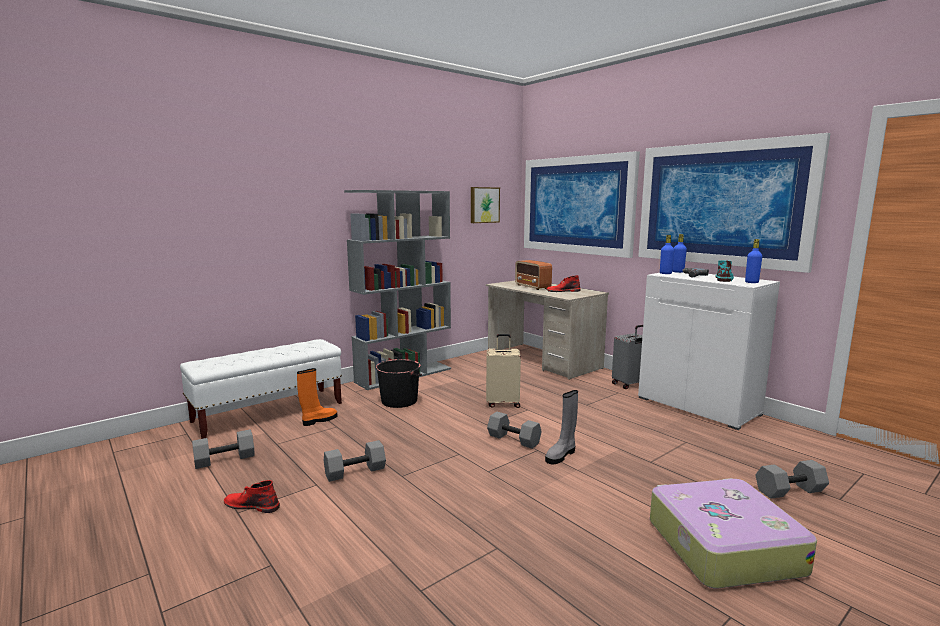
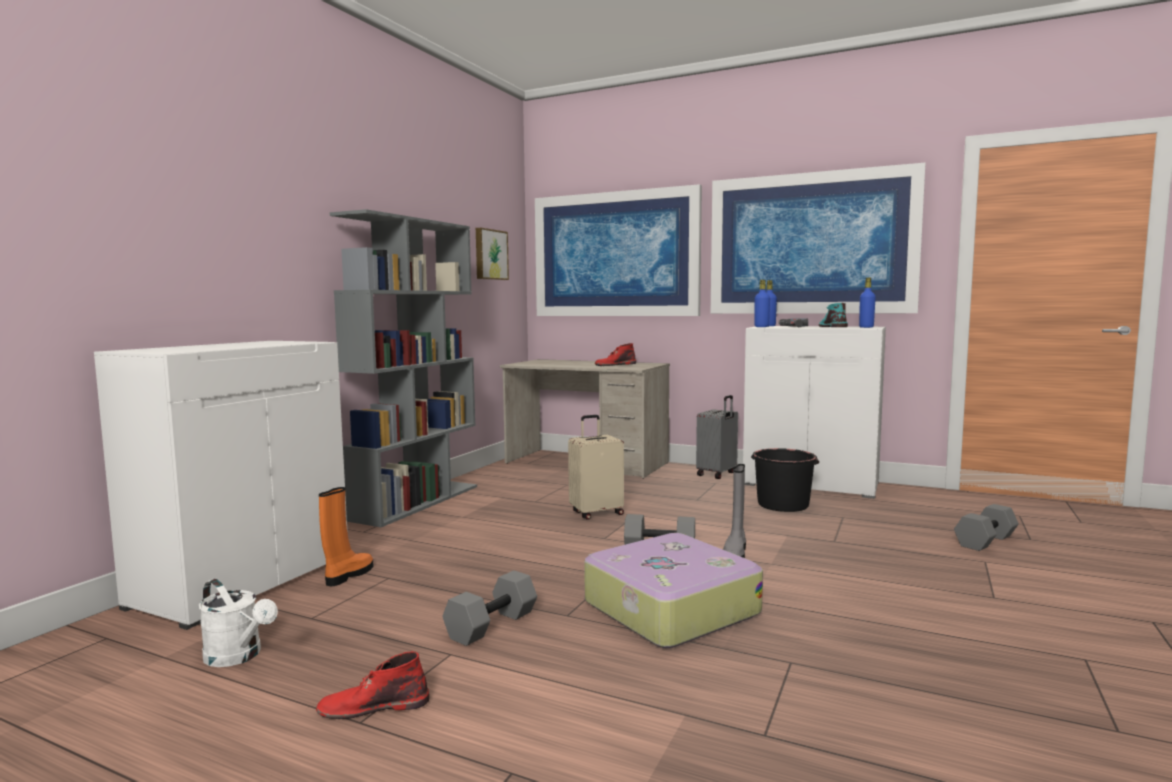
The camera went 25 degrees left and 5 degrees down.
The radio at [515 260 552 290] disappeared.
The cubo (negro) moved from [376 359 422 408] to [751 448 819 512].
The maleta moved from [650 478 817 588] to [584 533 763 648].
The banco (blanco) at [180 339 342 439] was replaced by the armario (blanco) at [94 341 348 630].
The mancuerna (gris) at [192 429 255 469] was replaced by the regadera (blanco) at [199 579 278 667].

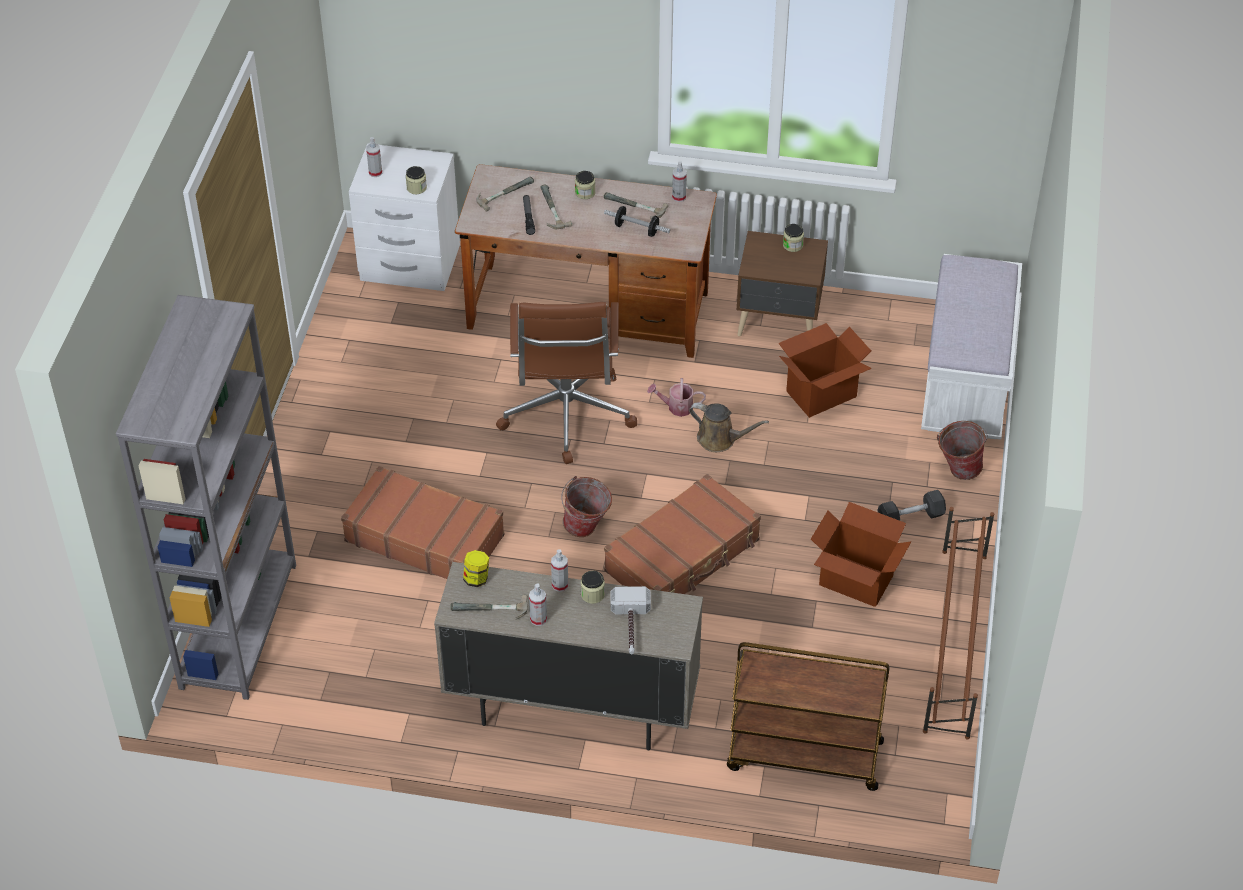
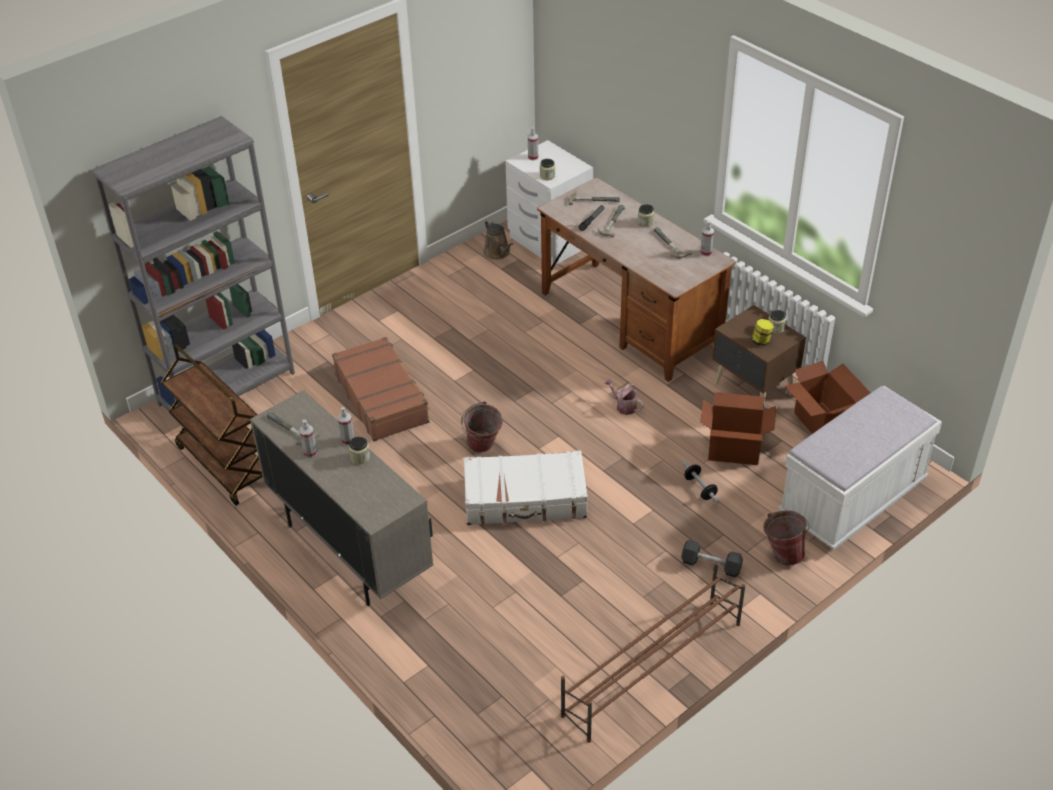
The camera went 40 degrees right and 5 degrees down.
The silla de oficina (marrón) at [496 302 637 464] disappeared.
The martillo at [610 586 651 654] disappeared.
The tarro moved from [463 550 489 587] to [752 319 774 346].
The mancuerna moved from [604 206 670 237] to [683 461 719 504].
The regadera (marrón) moved from [689 403 769 452] to [483 220 513 260].
The carrito (marrón) moved from [727 642 889 791] to [161 344 262 506].
The caja de cartón moved from [811 502 911 607] to [785 361 871 434].
The maleta (marrón) at [604 474 761 594] became the maleta (blanco) at [463 450 588 525].

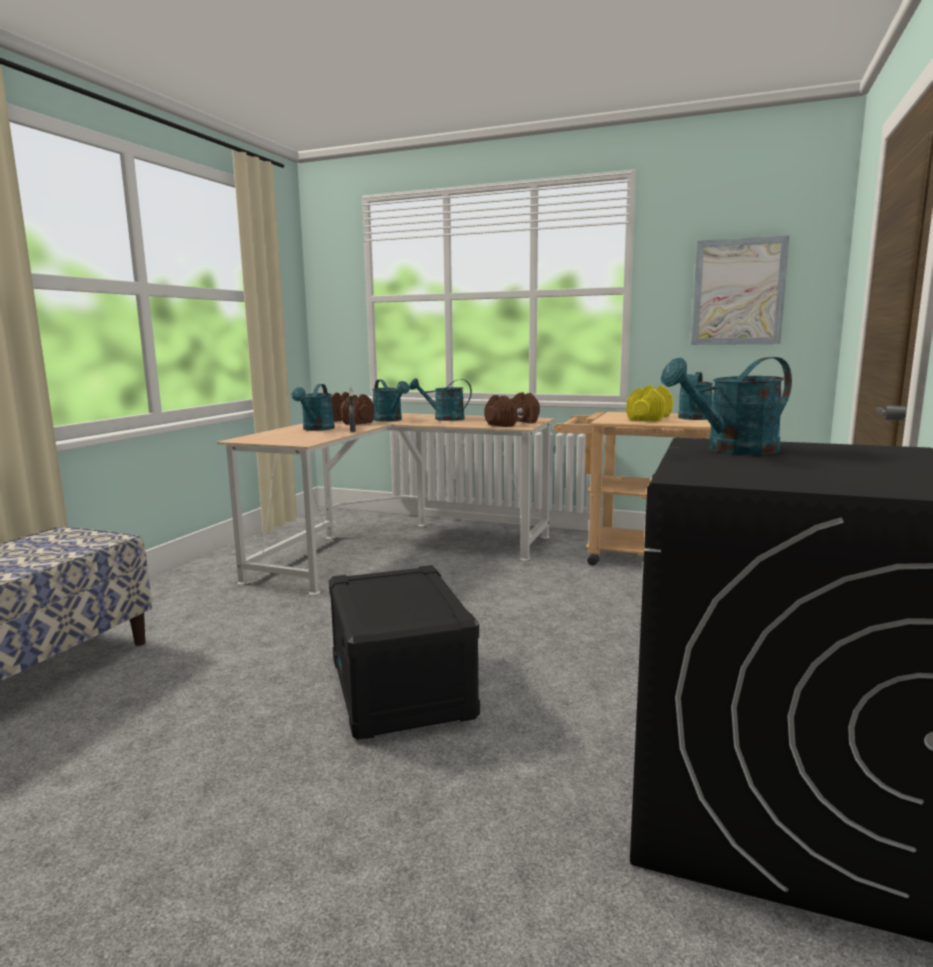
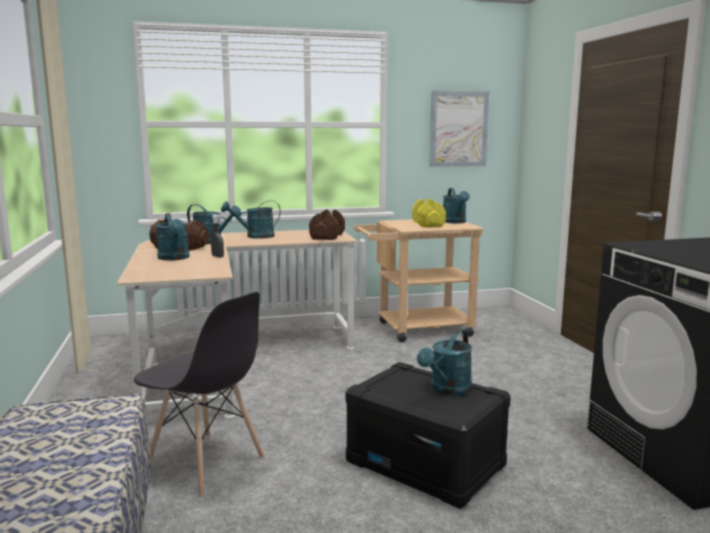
The camera went 35 degrees left and 0 degrees up.
The silla (gris) at [134 292 264 497] appeared.
The regadera (turquesa) moved from [661 357 792 455] to [417 329 472 396].

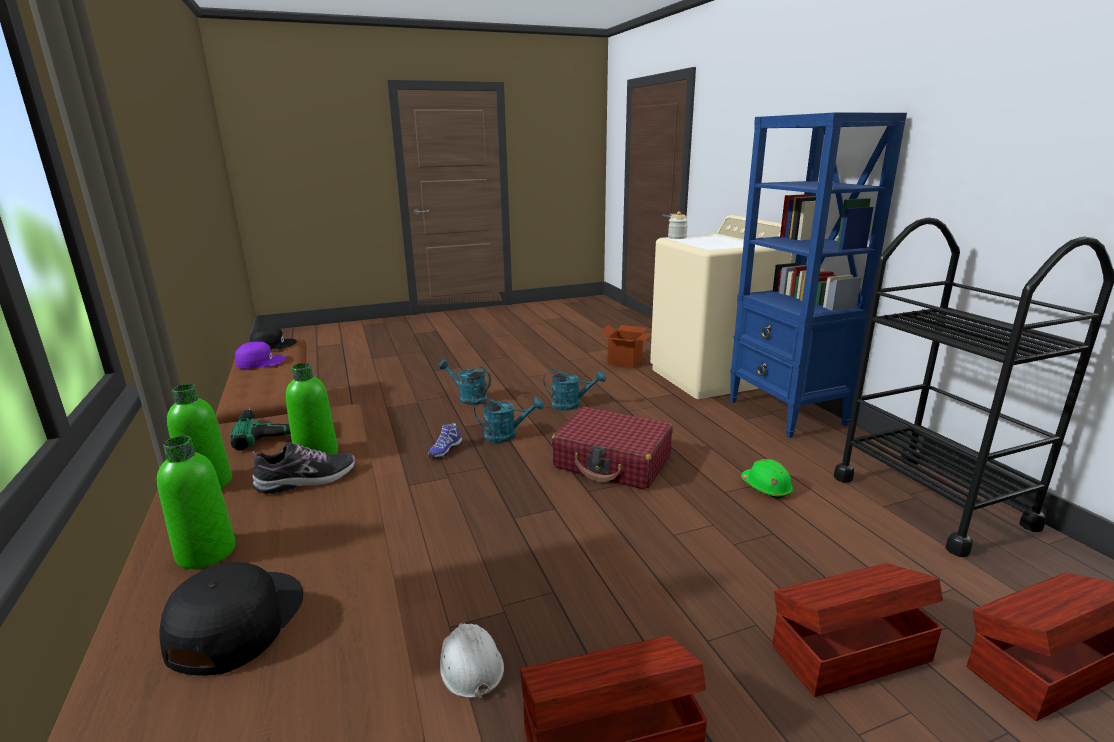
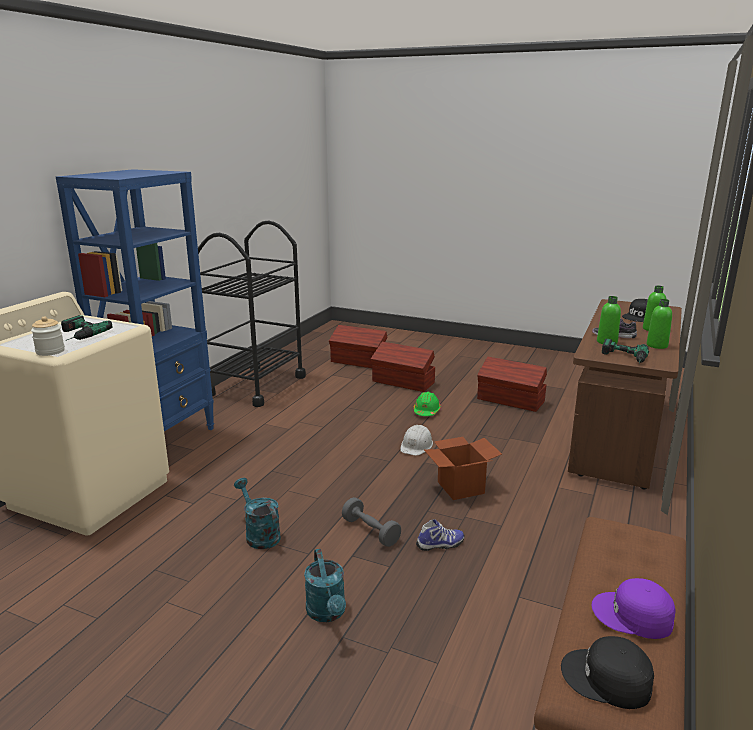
The camera went 135 degrees left and 0 degrees up.
The maleta (rojo) at [551 407 673 490] disappeared.
The taladro at [61 315 113 340] appeared.
The casco (blanco) moved from [440 623 504 700] to [400 425 433 456].
The caja de cartón moved from [600 325 652 368] to [424 437 502 500].
The casco (verde) moved from [741 459 794 498] to [414 392 441 416].
The regadera (turquesa) at [474 397 544 443] was replaced by the mancuerna (gris) at [342 497 401 547].

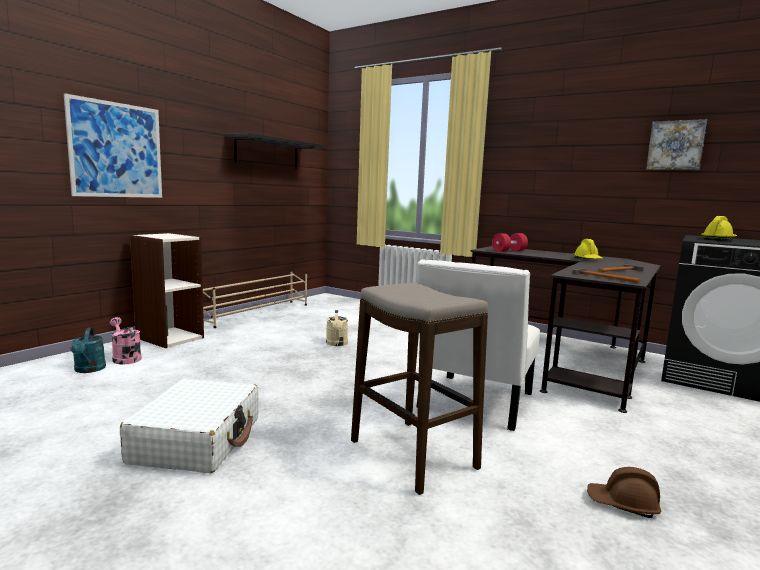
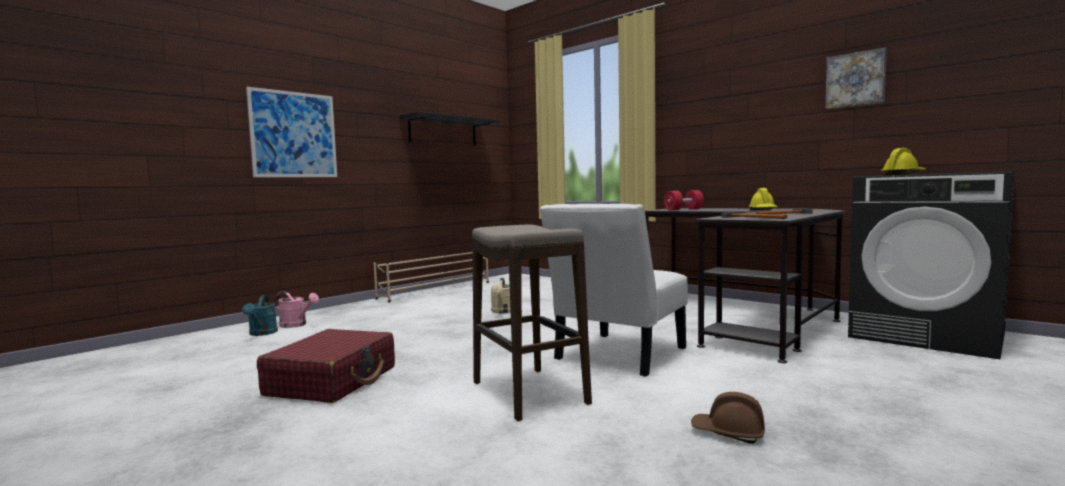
The camera went 10 degrees right and 5 degrees down.
The estantería at [130 233 204 348] disappeared.
The maleta (blanco) at [120 379 259 473] became the maleta (rojo) at [257 329 395 403].
The regadera (rosa) at [110 317 142 365] turned 150 degrees clockwise.

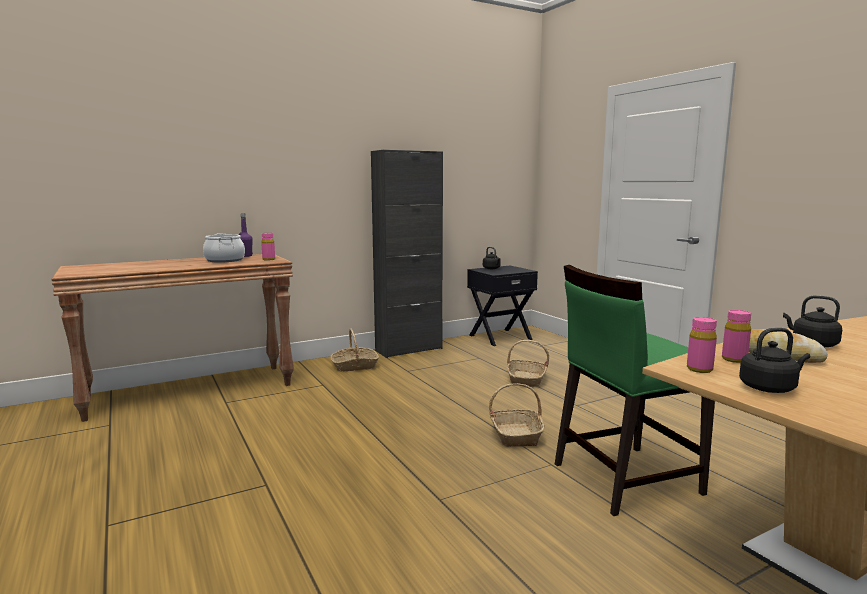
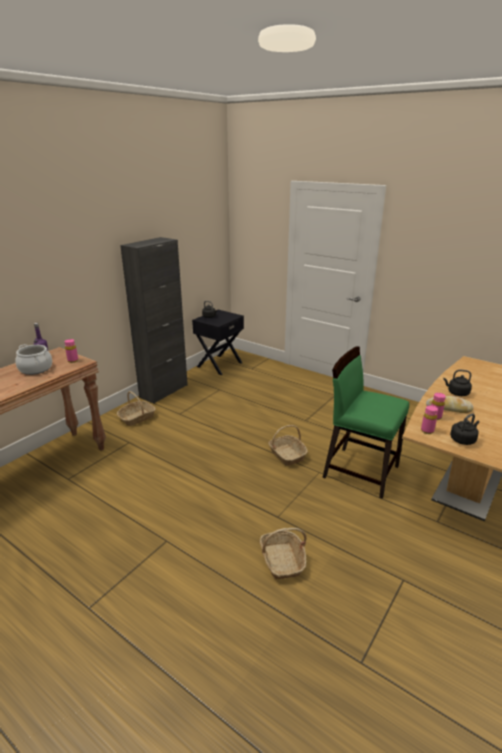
The camera went 25 degrees left and 15 degrees up.
The cesta moved from [507 340 549 387] to [260 528 307 579].
The silla (verde) at [555 265 715 516] turned 75 degrees clockwise.

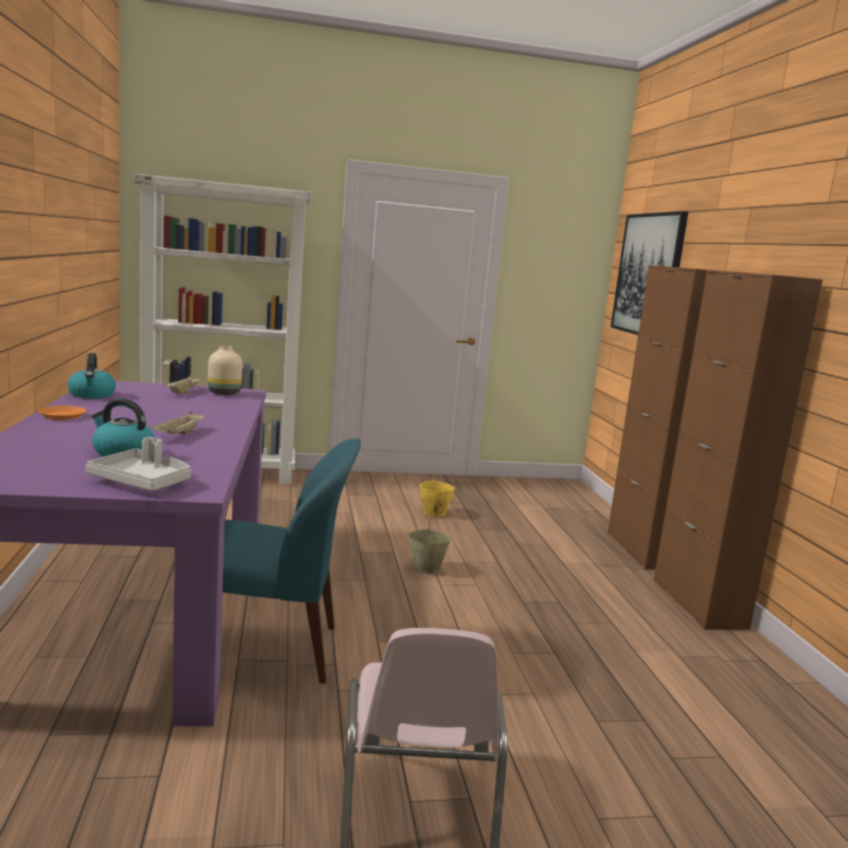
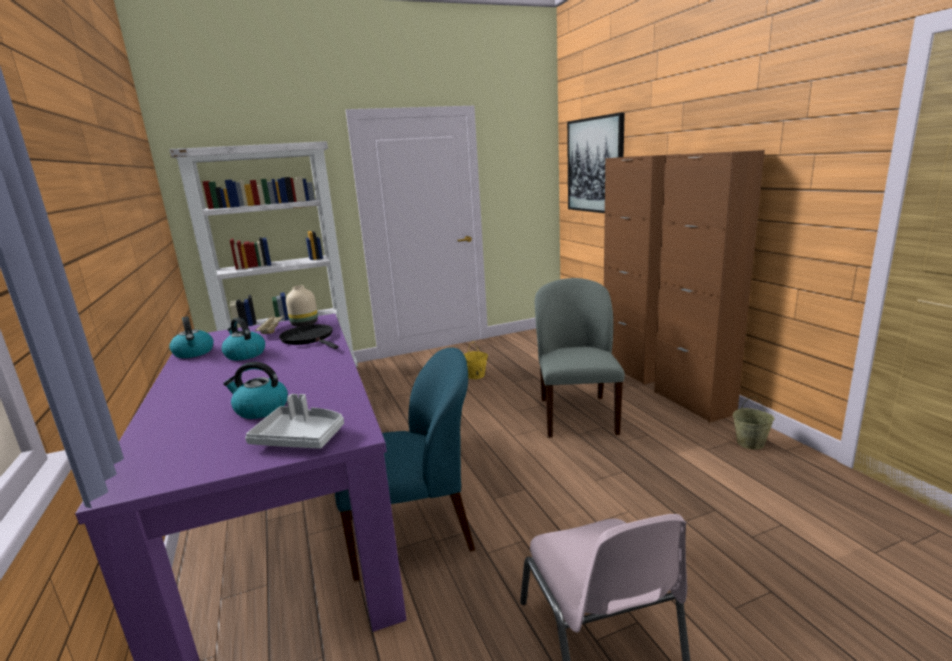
The camera went 10 degrees left and 5 degrees up.
The plato (naranja) at [38 406 86 420] disappeared.
The bandeja (beis) at [151 412 205 434] disappeared.
The hervidor at [222 318 265 360] appeared.
The sartén (negro) at [279 324 339 349] appeared.
The silla (gris) at [535 278 625 438] appeared.
The cubo (beis) moved from [408 514 451 574] to [733 397 775 450].

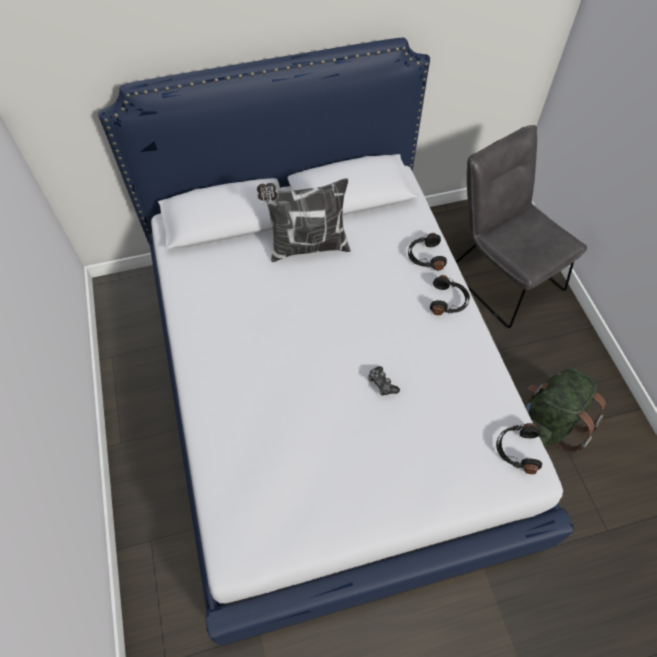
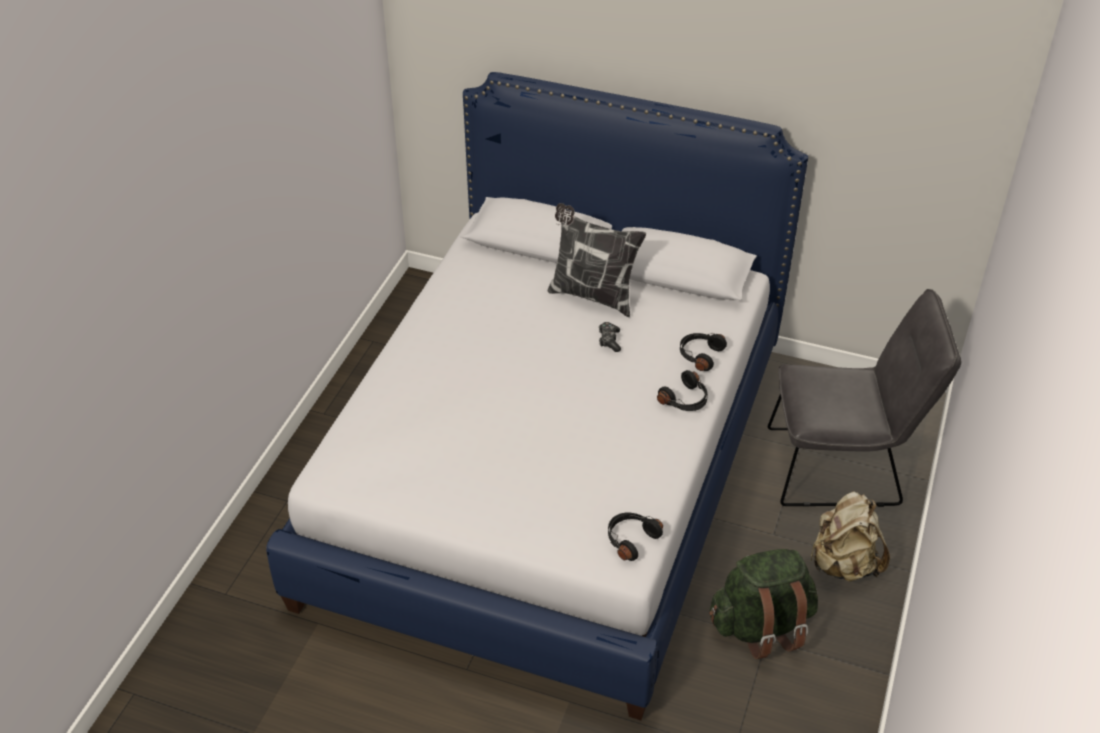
The camera went 35 degrees right and 15 degrees down.
The mochila (beis) at [810 491 890 582] appeared.
The mando de consola moved from [368 366 400 396] to [599 322 621 352].
The silla (gris) at [456 125 587 328] turned 90 degrees clockwise.

